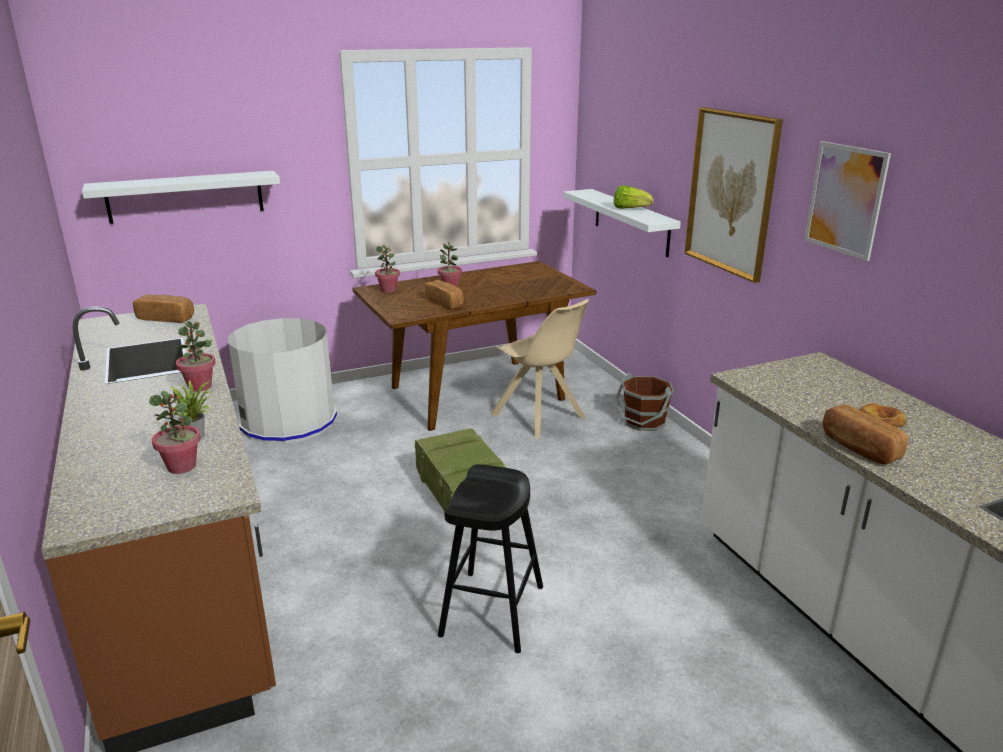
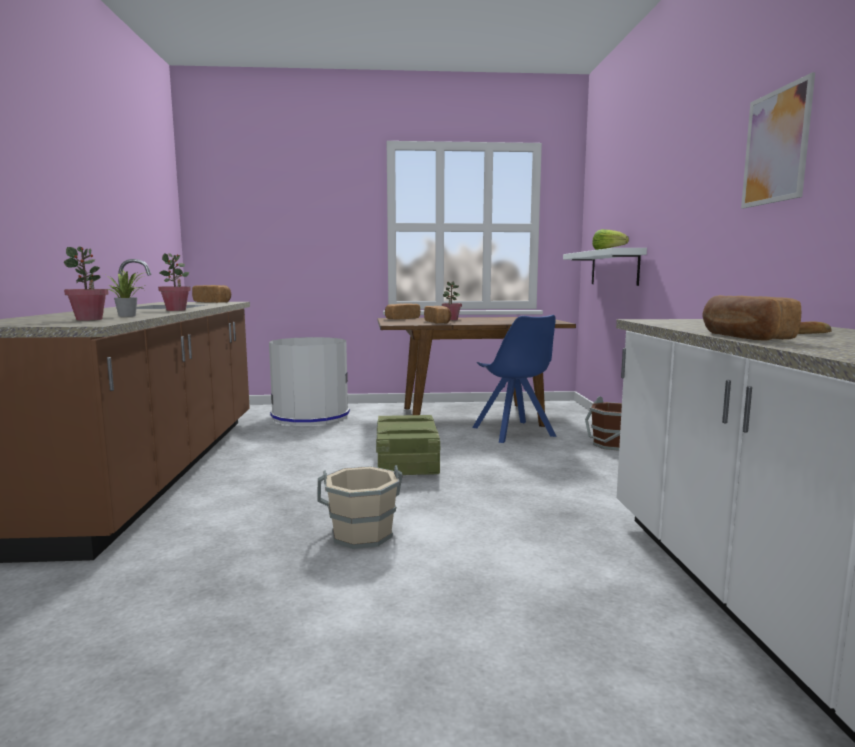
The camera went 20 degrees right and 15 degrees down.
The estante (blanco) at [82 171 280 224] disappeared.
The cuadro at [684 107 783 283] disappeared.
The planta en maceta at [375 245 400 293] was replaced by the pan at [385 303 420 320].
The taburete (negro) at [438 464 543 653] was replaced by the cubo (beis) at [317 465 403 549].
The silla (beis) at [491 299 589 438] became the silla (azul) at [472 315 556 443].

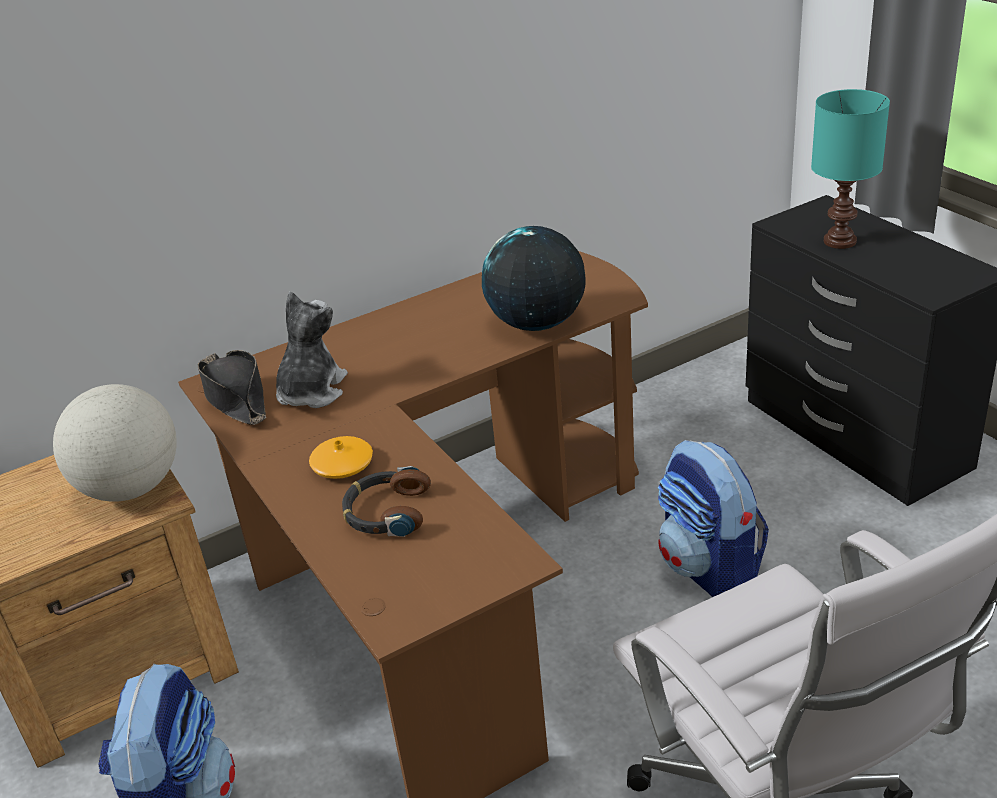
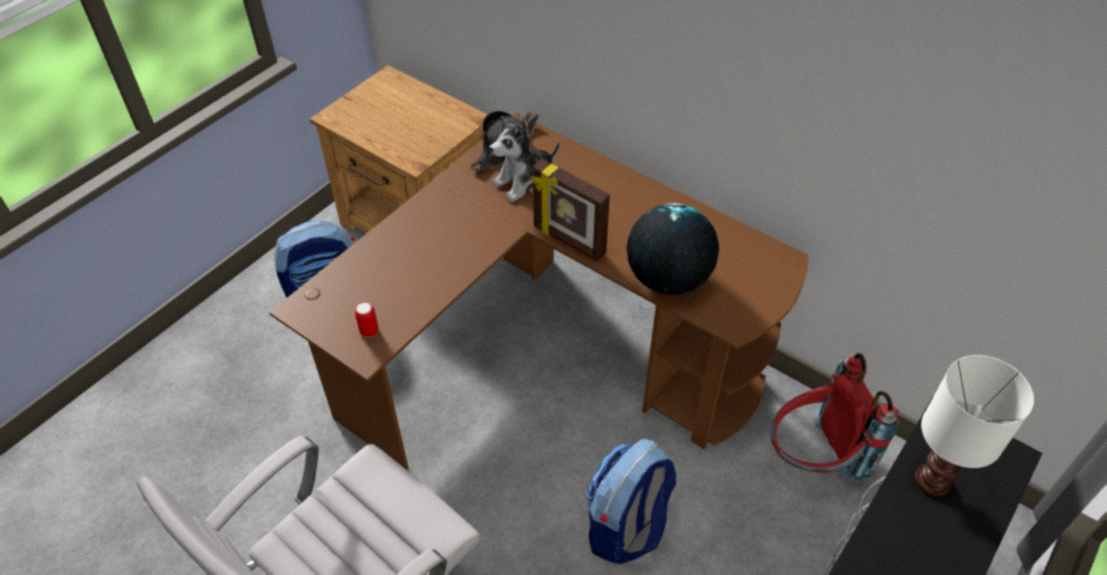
The camera went 65 degrees right and 15 degrees up.
The globo terráqueo at [53 384 177 502] disappeared.
The florero (naranja) at [309 436 373 479] disappeared.
The auriculares at [342 466 431 537] disappeared.
The lata at [355 303 379 338] appeared.
The portarretratos at [531 159 610 262] appeared.
The mochila (rojo) at [771 353 899 482] appeared.
The lámpara de mesa (turquesa) at [811 89 890 249] became the lámpara de mesa (blanco) at [915 355 1034 496].
The peluche at [276 292 348 408] turned 150 degrees clockwise.

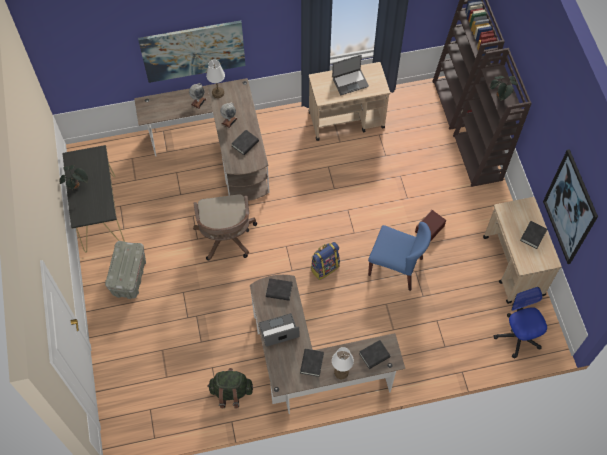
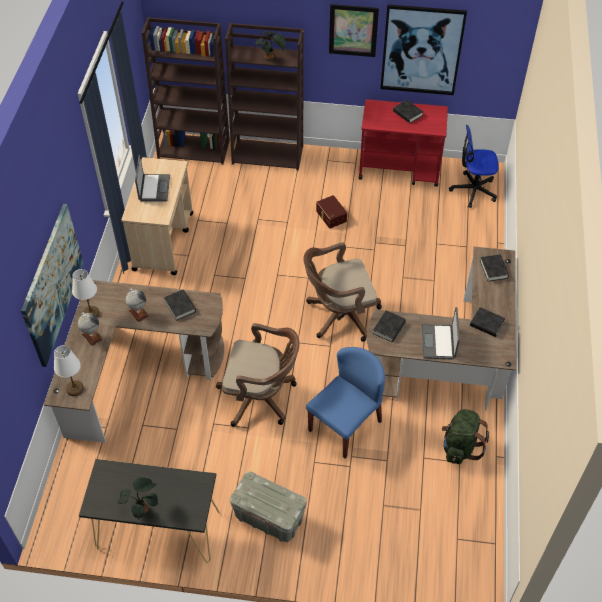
The camera went 70 degrees left and 10 degrees down.
The cuadro at [329 4 379 57] appeared.
The lámpara de mesa (blanco) moved from [332 347 354 379] to [54 345 84 396].
The silla (azul) moved from [368 222 431 291] to [306 347 385 459].
The mochila at [311 242 340 280] was replaced by the silla de oficina (marrón) at [304 242 382 342].
The carrito (beis) at [483 197 562 304] became the carrito (rojo) at [359 99 448 187].

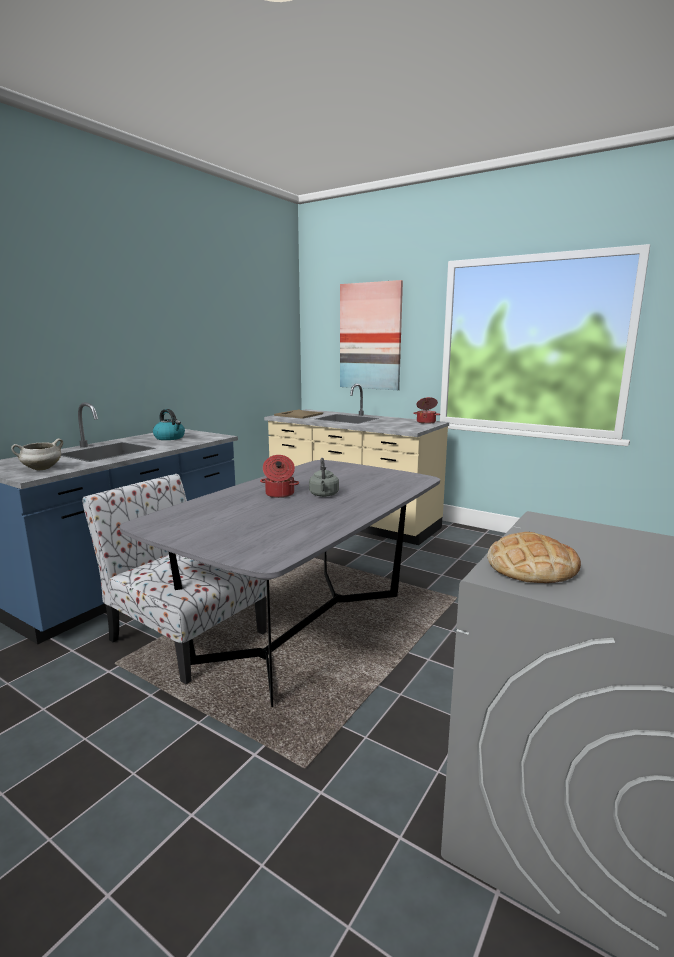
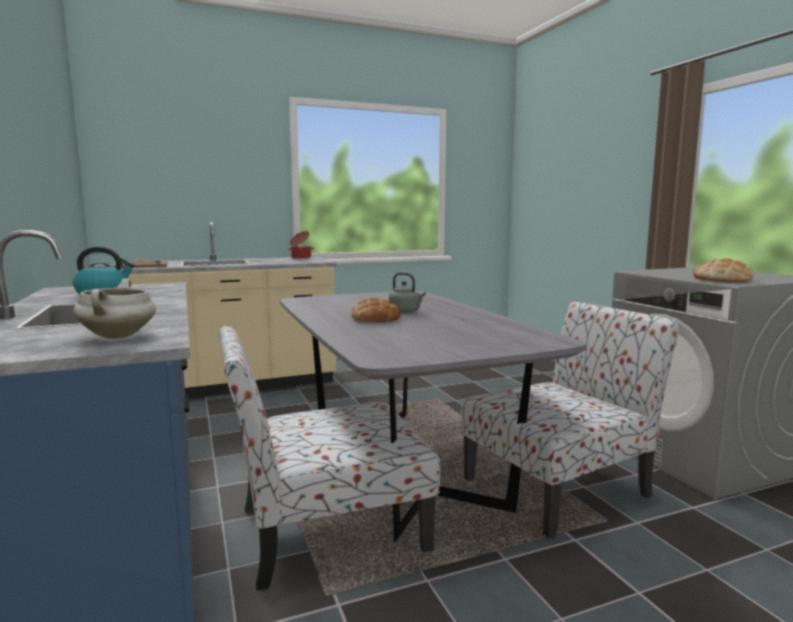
The camera went 55 degrees left and 5 degrees down.
The cuadro at [340 280 403 390] disappeared.
The silla at [461 301 680 539] appeared.
The olla at [260 455 299 498] was replaced by the pan at [351 298 400 322].

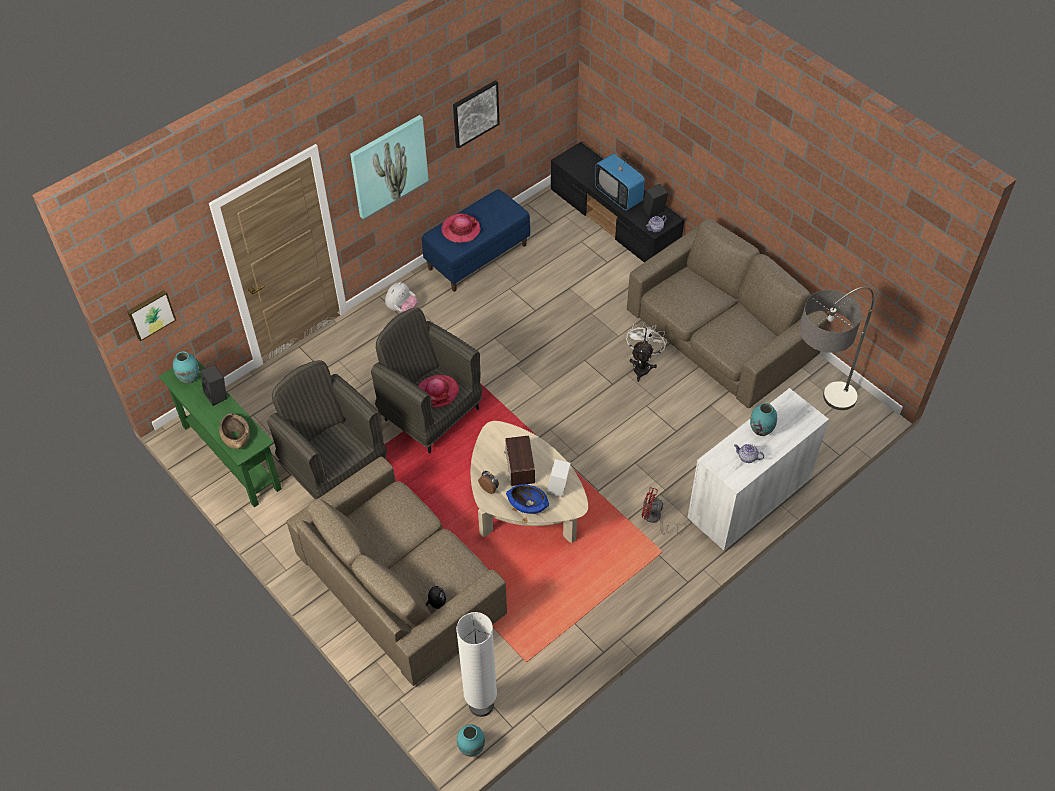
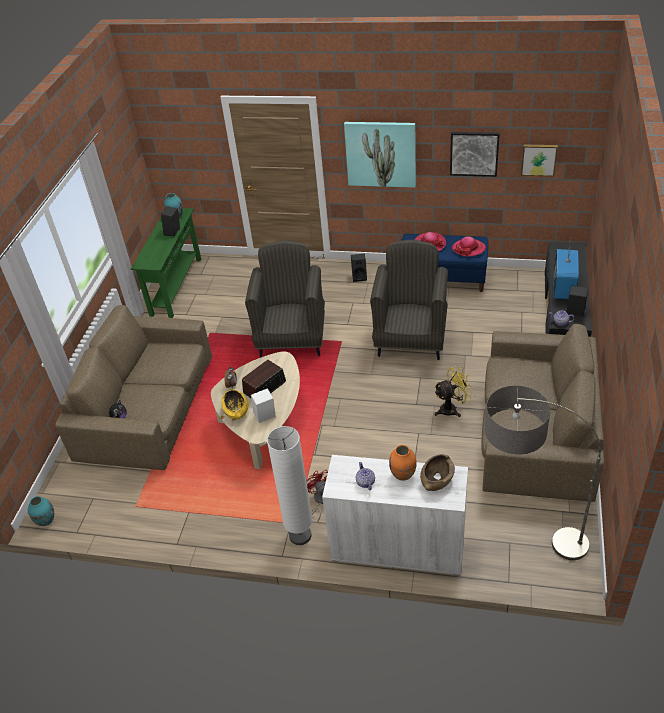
The camera went 55 degrees right and 10 degrees down.
The cuadro moved from [127 290 176 341] to [521 145 558 176].
The cuenco (marrón) moved from [219 413 250 449] to [420 454 455 491].
The sillón (gris) moved from [267 360 387 499] to [370 240 448 360].
The sombrero moved from [418 375 459 407] to [452 236 486 257].
The lámpara de pie (blanco) moved from [456 612 497 717] to [267 426 313 545].
The peluche at [385 282 418 312] was replaced by the altavoz (negro) at [351 254 367 282].
The cuenco (azul) at [506 484 549 514] became the cuenco (amarillo) at [222 389 248 419].
The ventilador (blanco) at [626 323 667 382] became the ventilador (amarillo) at [434 366 473 417].
The florero (turquesa) at [750 403 777 436] became the florero (naranja) at [389 445 417 481].

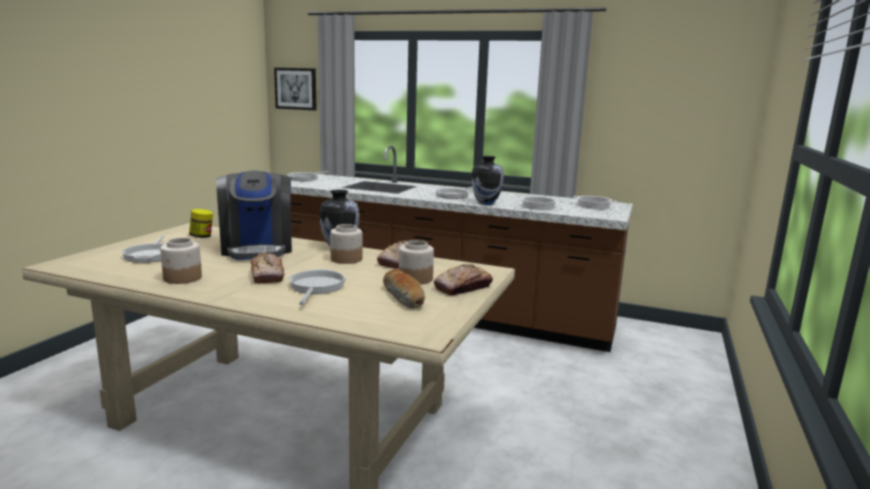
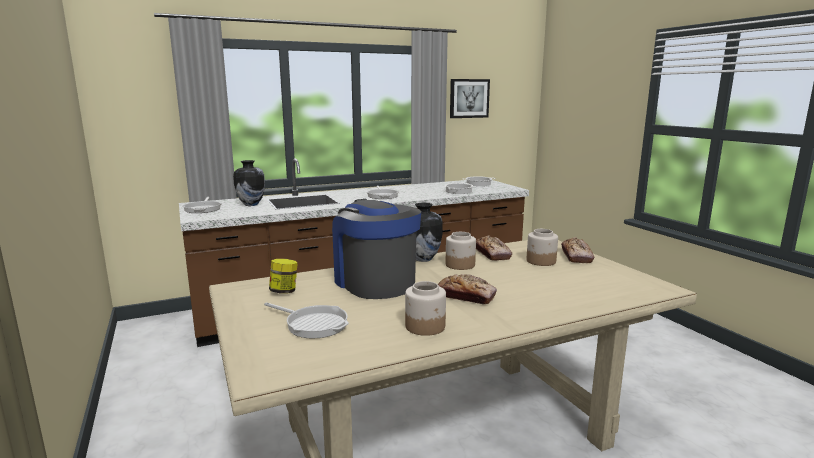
The camera went 45 degrees left and 0 degrees up.
The sartén at [288 269 346 305] disappeared.
The pan at [383 270 425 308] disappeared.
The cuadro moved from [274 68 317 110] to [450 79 490 118].
The florero moved from [471 156 504 205] to [233 160 265 206].
The cafetera at [216 171 292 260] turned 150 degrees counterclockwise.

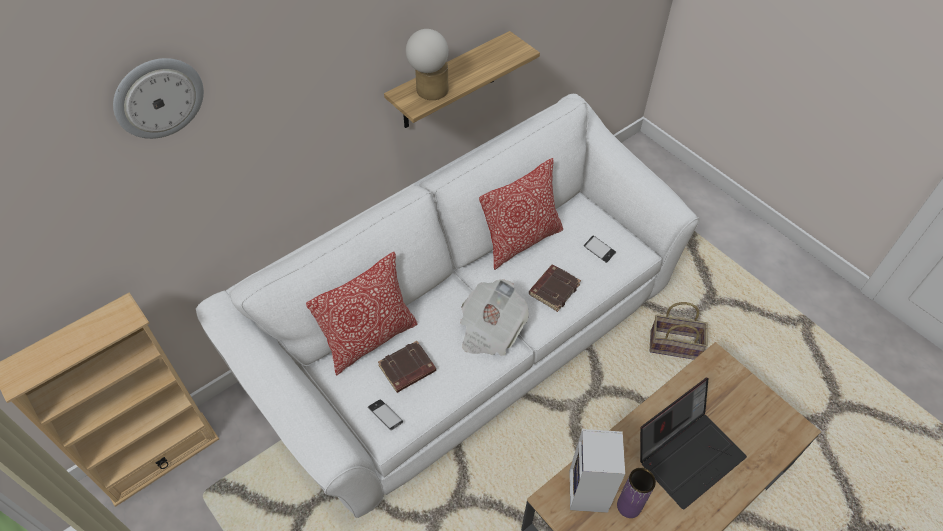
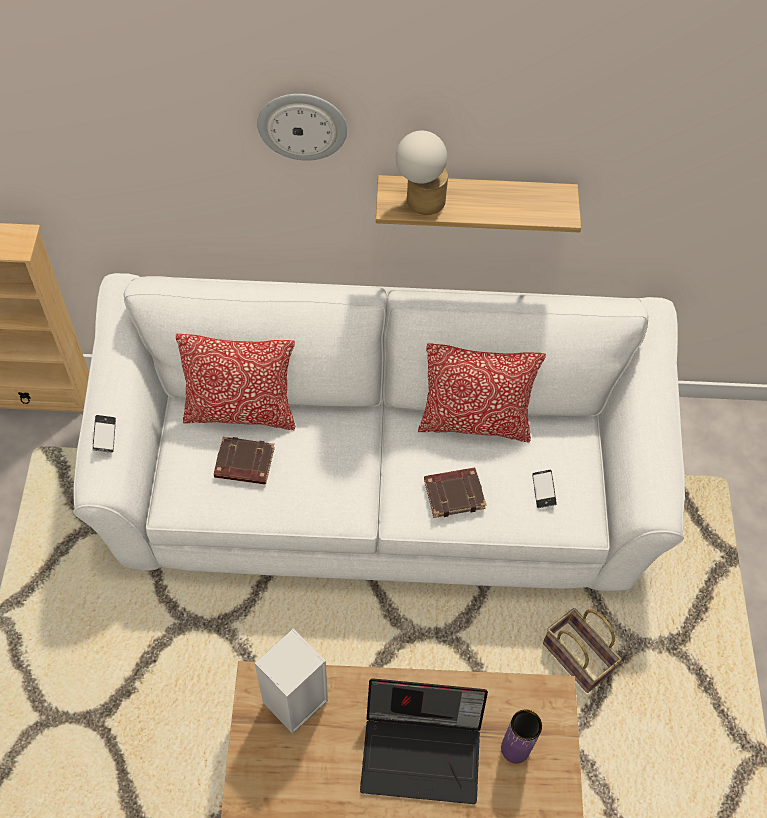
The camera went 40 degrees right and 5 degrees up.
The periódico at [460 279 529 356] disappeared.
The reloj de pared moved from [113 58 204 139] to [257 94 347 161].
The móvil moved from [368 399 403 430] to [92 415 116 453].
The florero (morado) moved from [617 468 656 518] to [501 710 542 764].

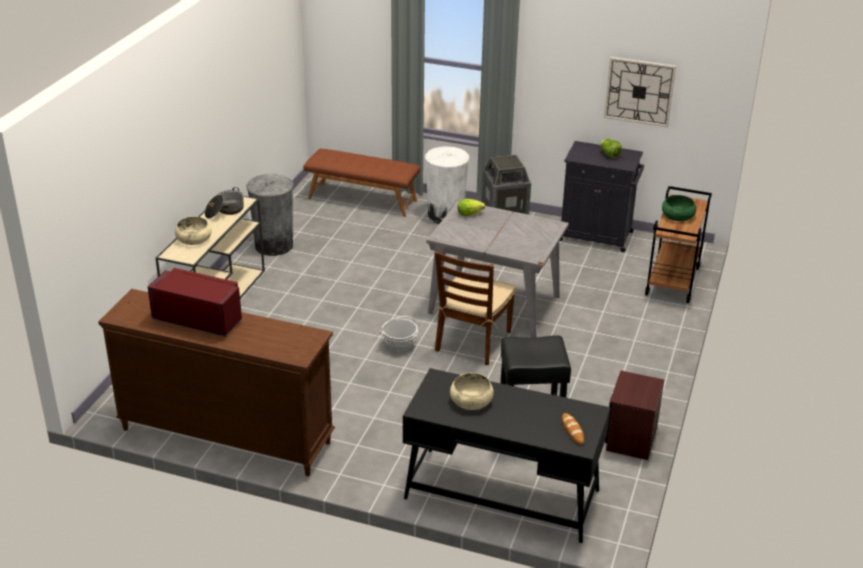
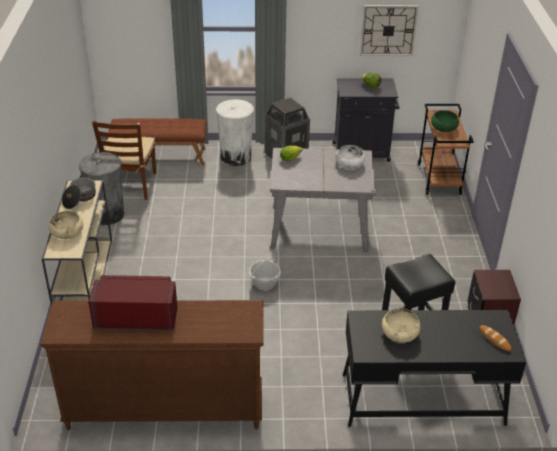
The camera went 20 degrees left and 5 degrees up.
The cuenco (blanco) at [336 145 365 169] appeared.
The silla (marrón) moved from [432 251 516 365] to [92 121 156 200].

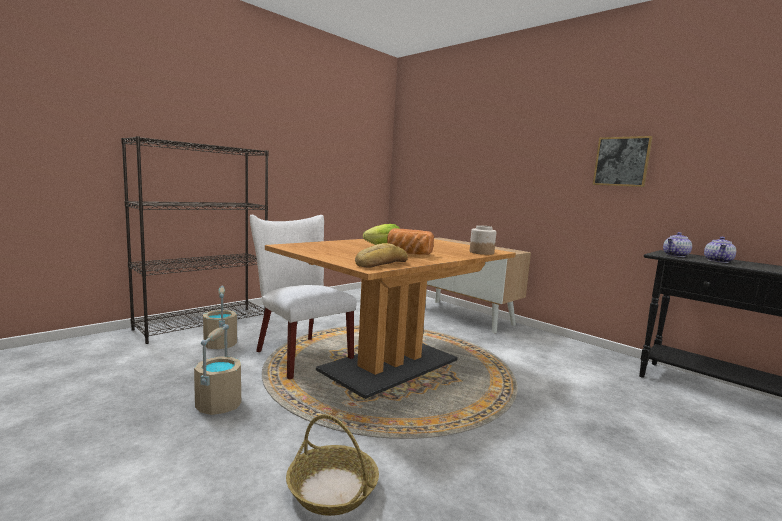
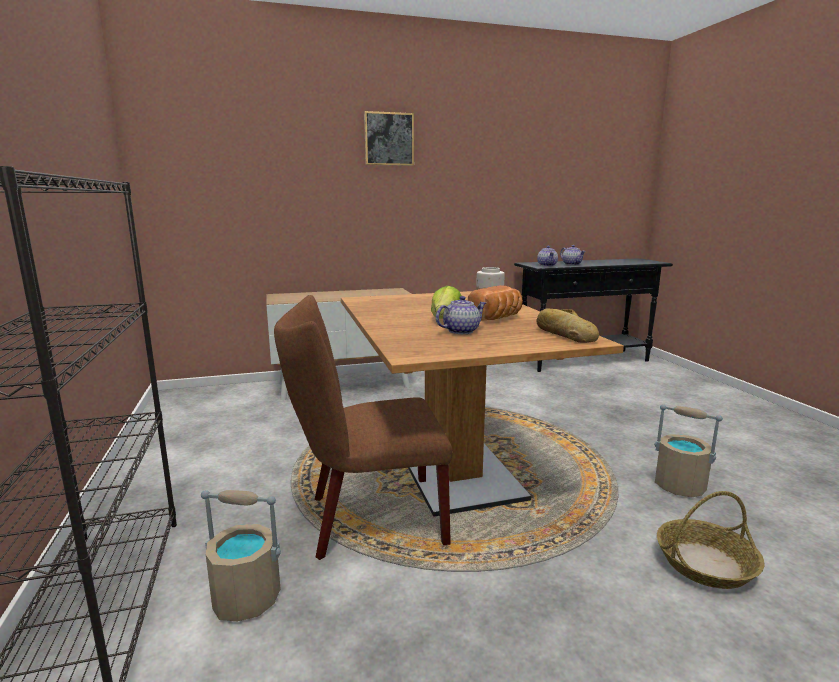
The camera went 60 degrees left and 5 degrees up.
The tetera at [436 296 486 334] appeared.
The cubo (beis) moved from [194 324 241 415] to [654 404 723 498].
The cuadro moved from [593 136 653 187] to [364 111 414 166].
The silla (blanco) at [250 215 357 380] became the silla (marrón) at [274 295 453 560].

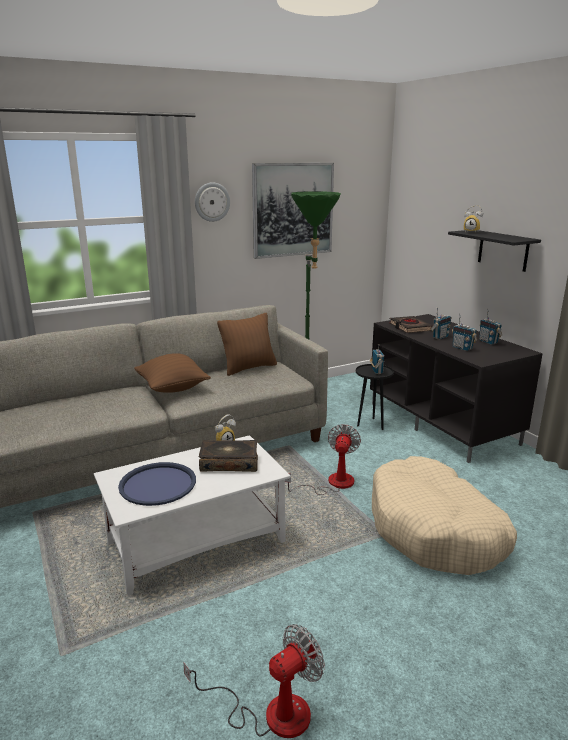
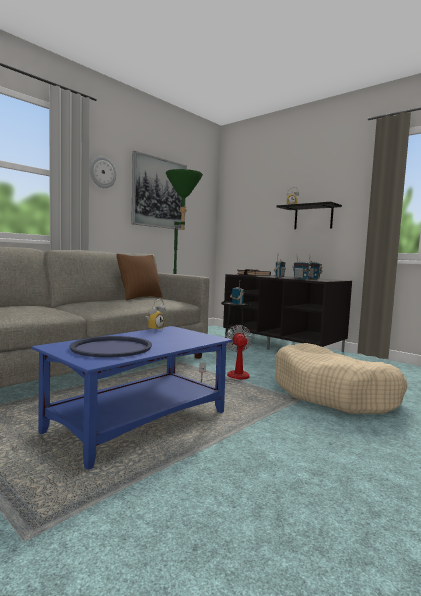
The camera went 20 degrees left and 15 degrees down.
The cojín (marrón) at [134 353 211 393] disappeared.
The ventilador at [183 624 325 738] disappeared.
The libro at [199 440 258 472] disappeared.
The mesa de centro (blanco) at [94 435 291 596] became the mesa de centro (azul) at [32 326 233 470].

